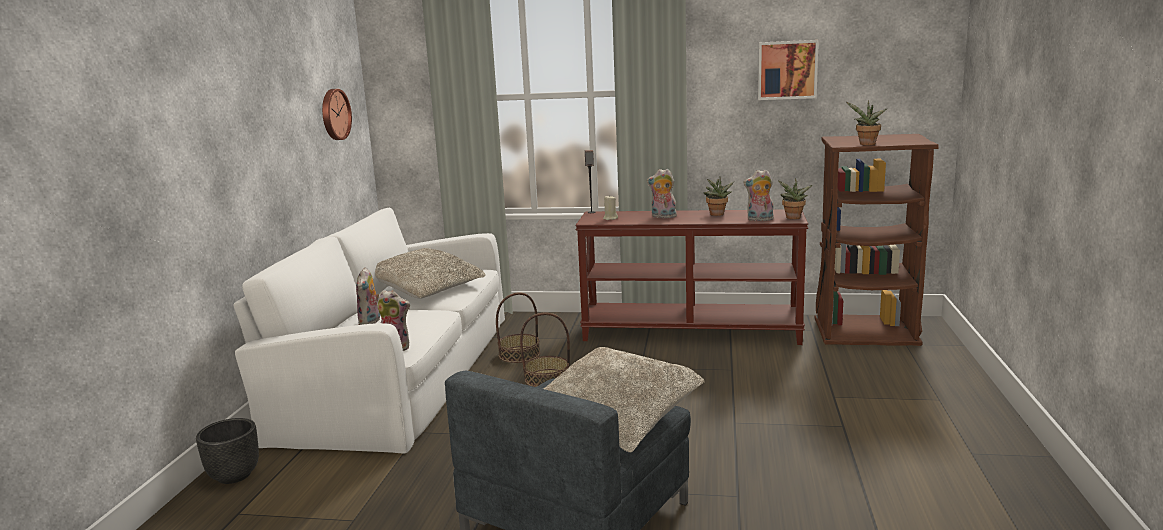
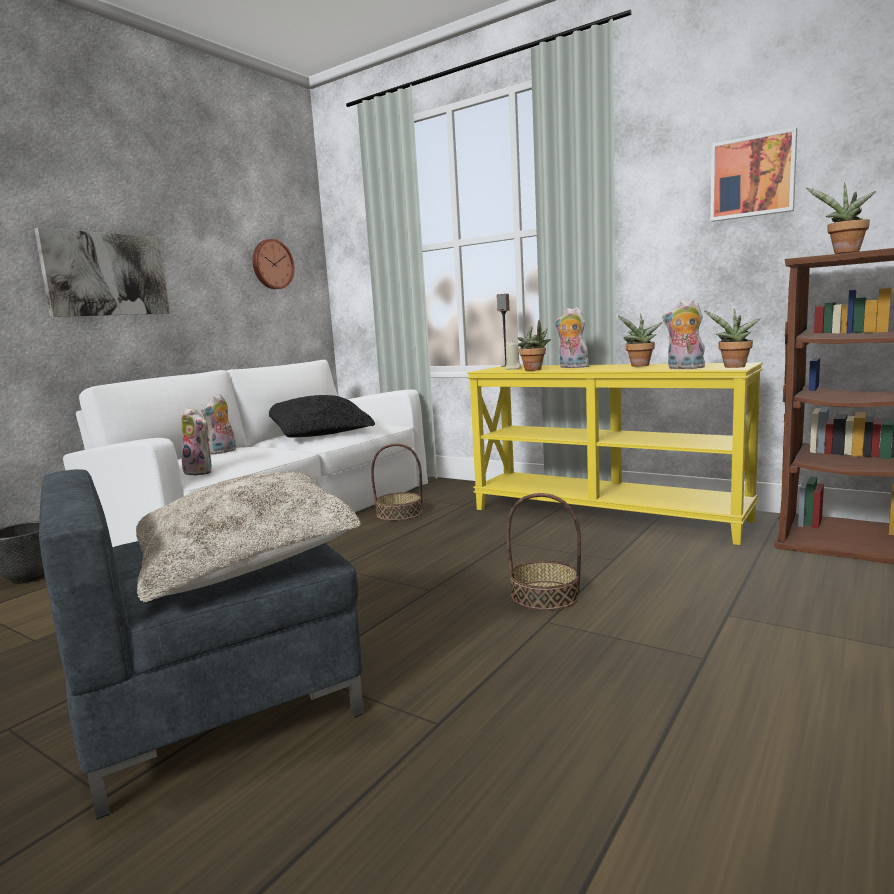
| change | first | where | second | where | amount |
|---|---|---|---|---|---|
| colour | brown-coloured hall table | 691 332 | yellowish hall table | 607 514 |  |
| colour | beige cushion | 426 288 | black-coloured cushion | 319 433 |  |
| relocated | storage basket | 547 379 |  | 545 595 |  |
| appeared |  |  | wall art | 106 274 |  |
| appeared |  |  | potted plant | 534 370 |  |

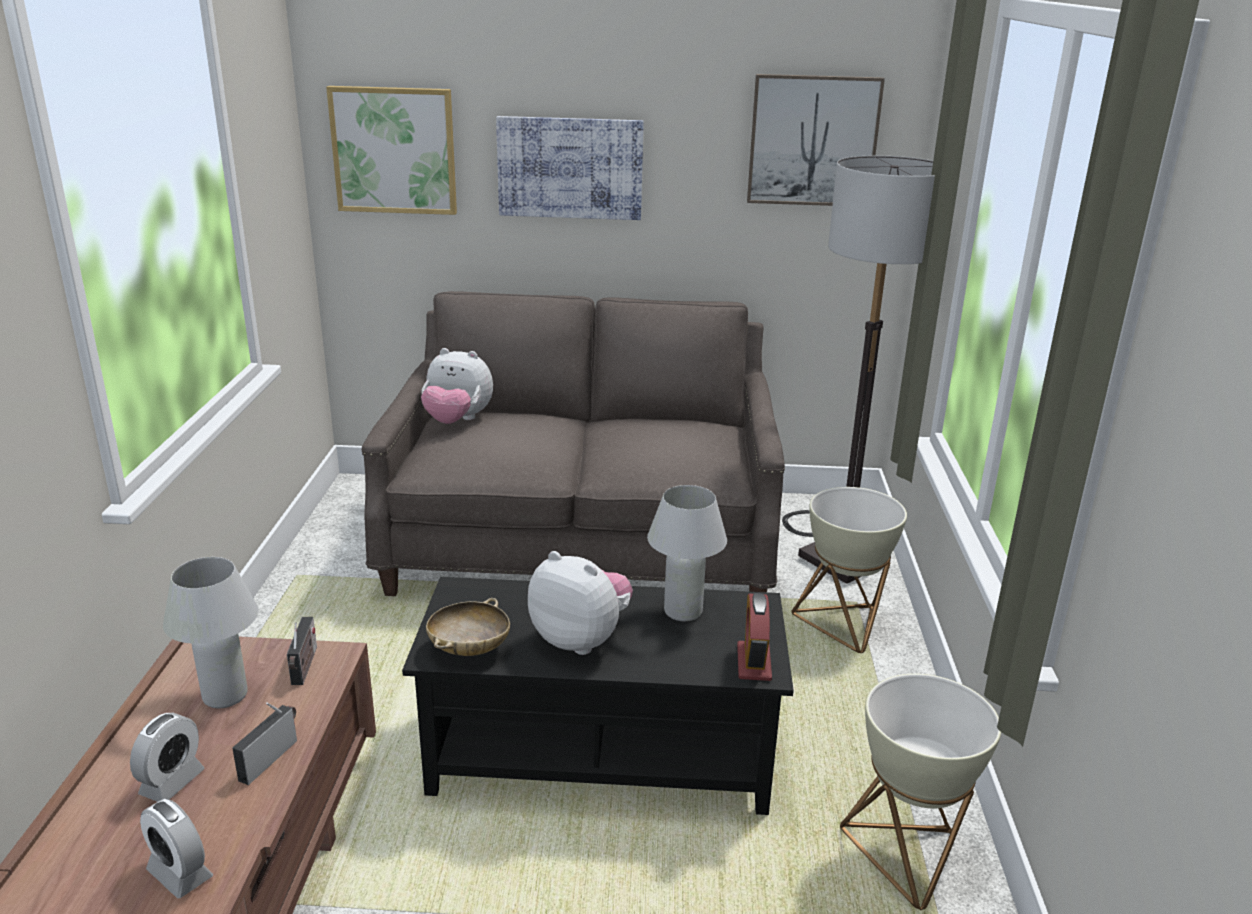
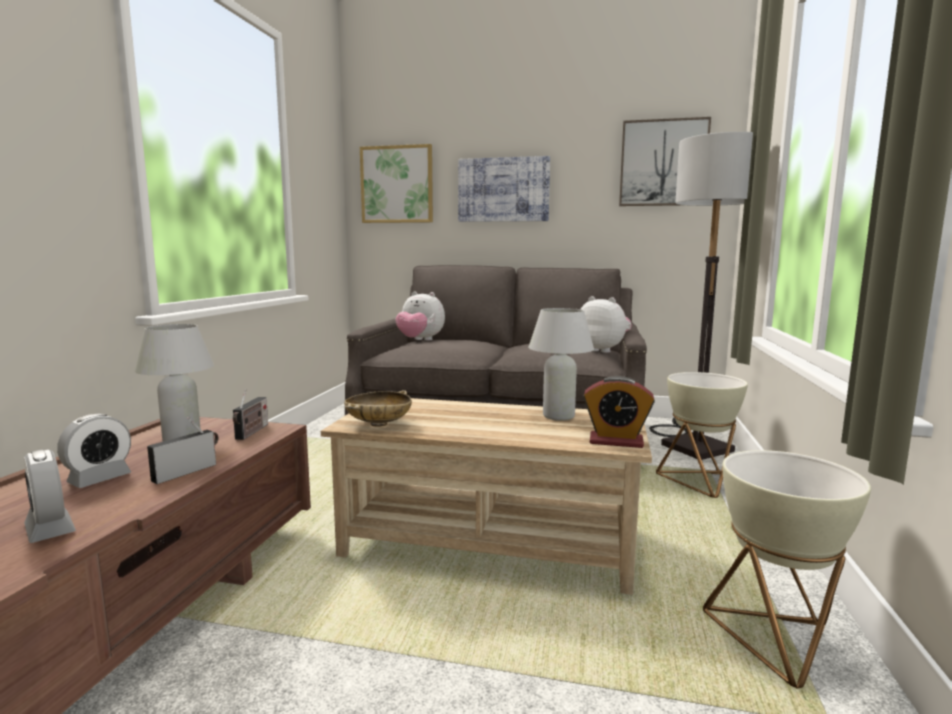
| change | first | where | second | where | amount |
|---|---|---|---|---|---|
| relocated | soft toy | 581 639 |  | 603 350 |  |
| colour | black-coloured low table | 602 752 | beige low table | 490 542 |  |
| spun | bedside clock | 754 662 |  | 616 441 | 90 degrees counterclockwise |

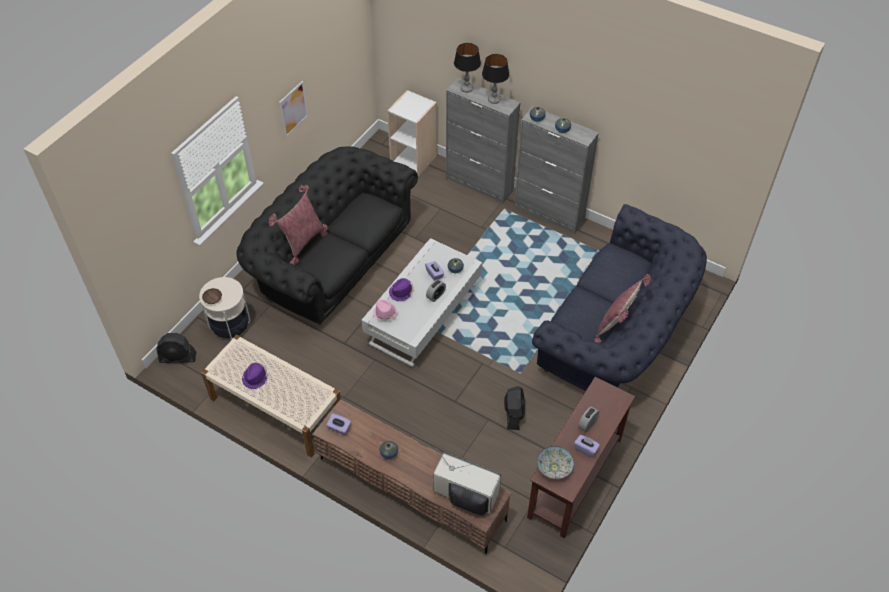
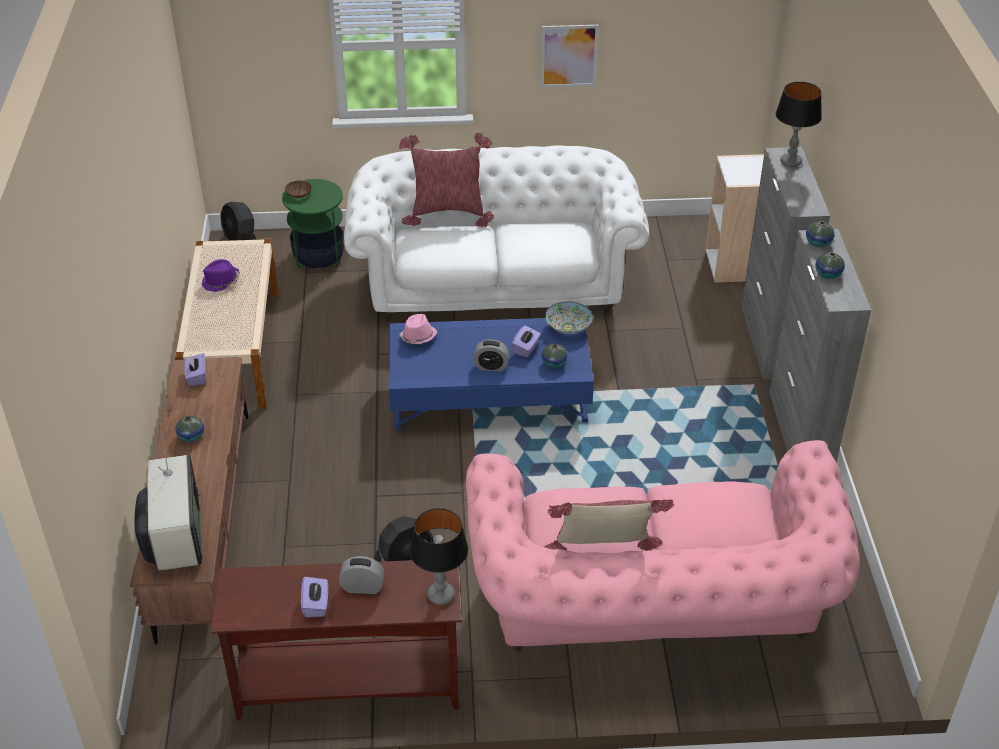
| change | first | where | second | where | amount |
|---|---|---|---|---|---|
| relocated | lamp for a table | 494 100 |  | 441 595 |  |
| colour | black-coloured sofa | 331 260 | white sofa | 494 280 |  |
| colour | blue-coloured sofa | 616 335 | pinkish sofa | 652 614 |  |
| colour | white low table | 424 314 | blue-coloured low table | 490 399 |  |
| colour | beige side table | 230 326 | green-coloured side table | 319 257 |  |
| missing | purple clothing hat | 401 292 |  |  |  |
| relocated | bowl | 554 467 |  | 568 327 |  |

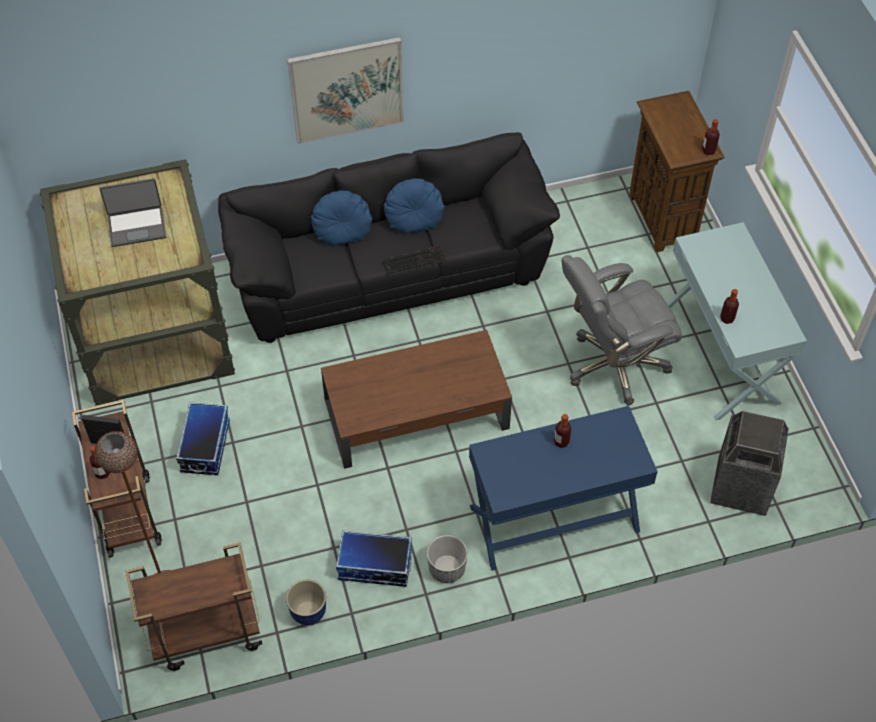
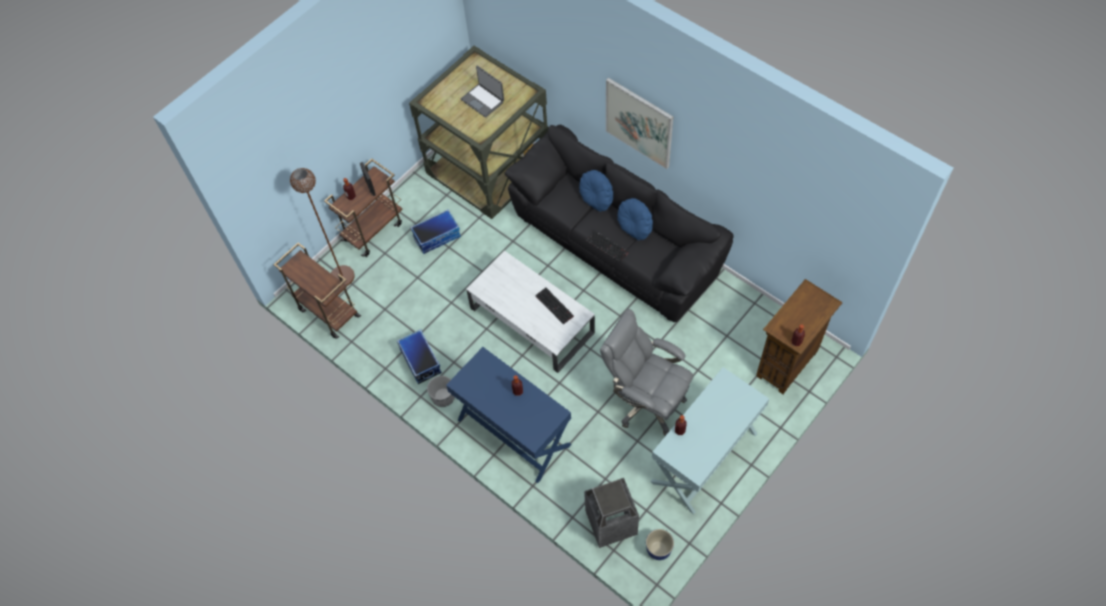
| change | first | where | second | where | amount |
|---|---|---|---|---|---|
| colour | brown-coloured low table | 417 414 | white low table | 532 321 |  |
| relocated | flower pot | 308 613 |  | 658 550 |  |
| appeared |  |  | computer keyboard | 555 306 |  |

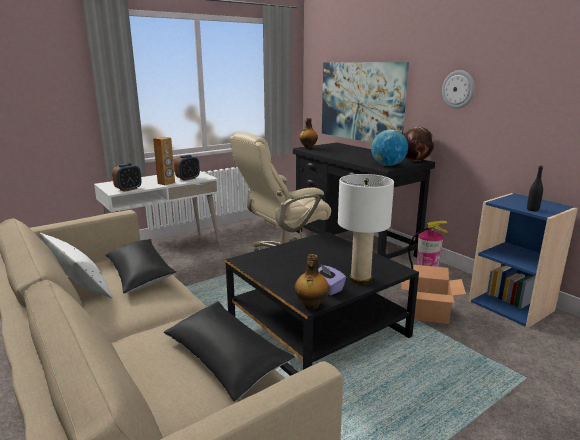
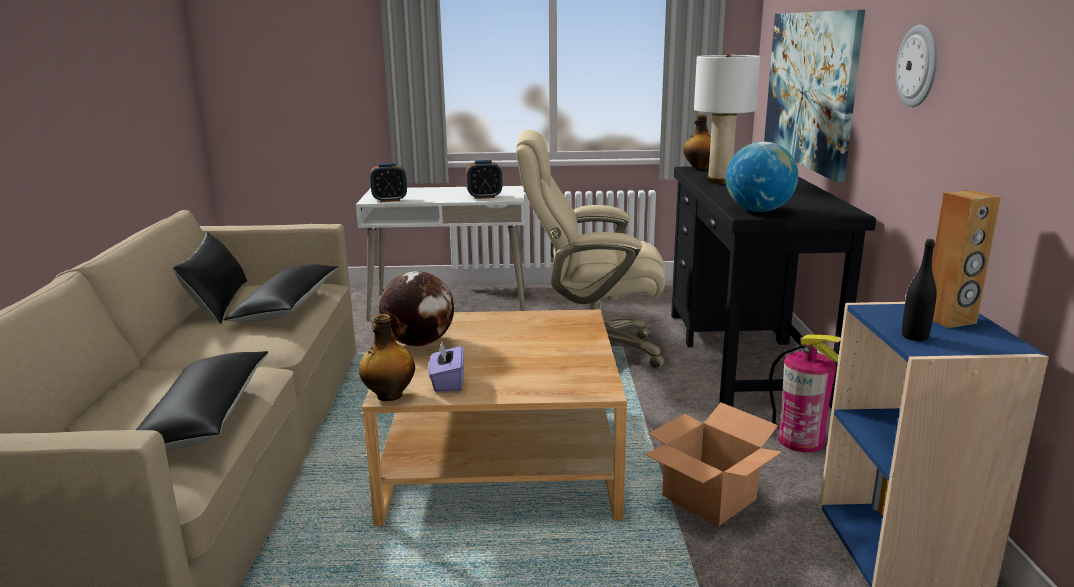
| change | first | where | second | where | amount |
|---|---|---|---|---|---|
| relocated | world globe | 415 161 |  | 419 343 |  |
| relocated | brown-coloured speaker | 166 183 |  | 950 320 |  |
| relocated | white lamp for a table | 361 279 |  | 720 181 |  |
| colour | black-coloured low table | 317 328 | beige low table | 501 457 |  |
| colour | white cushion | 78 284 | black-coloured cushion | 217 302 |  |

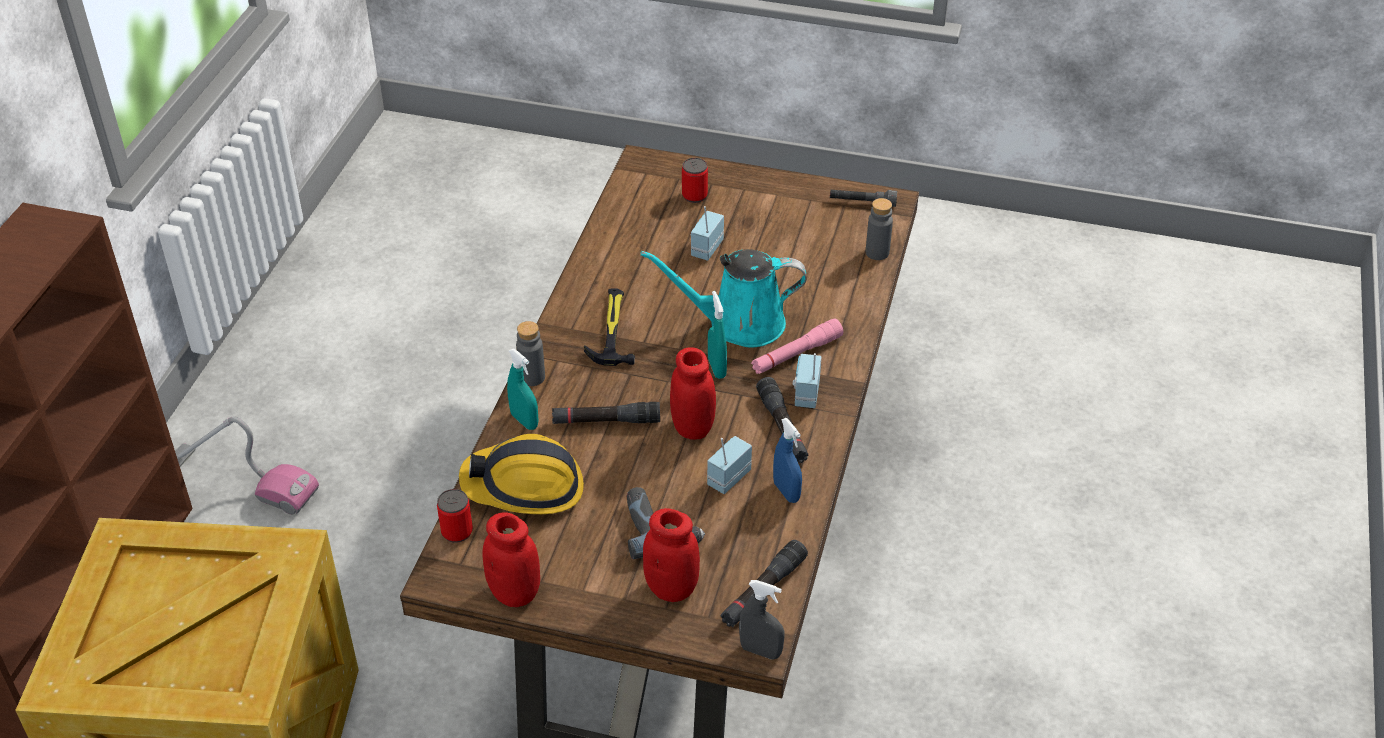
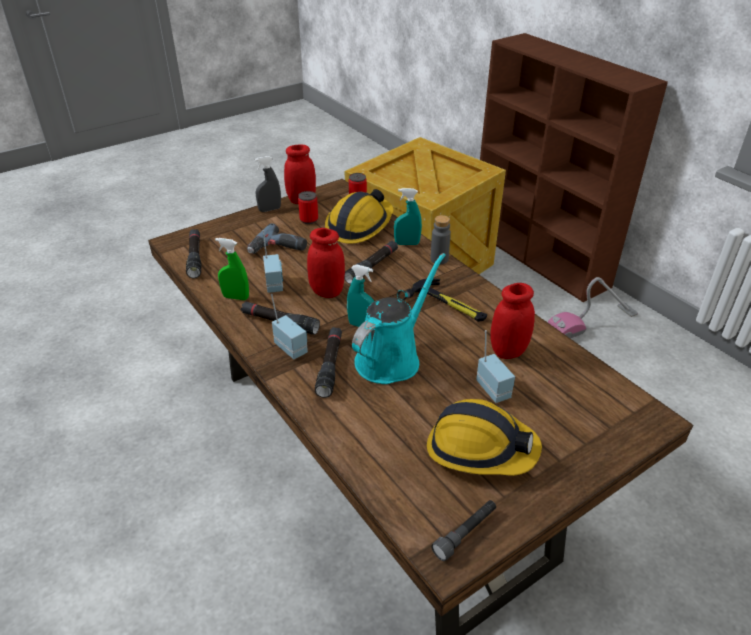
| change | first | where | second | where | amount |
|---|---|---|---|---|---|
| relocated | can | 694 196 |  | 309 220 |  |
| missing | grey bottle | 877 252 |  |  |  |
| colour | pinkish flashlight | 796 354 | black-coloured flashlight | 330 366 |  |
| colour | blue-coloured spray bottle | 786 492 | green-coloured spray bottle | 236 297 |  |
| relocated | red preserve jar | 671 588 |  | 508 351 |  |
| relocated | grey spray bottle | 760 651 |  | 269 209 |  |
| appeared |  |  | safety helmet | 480 449 |  |

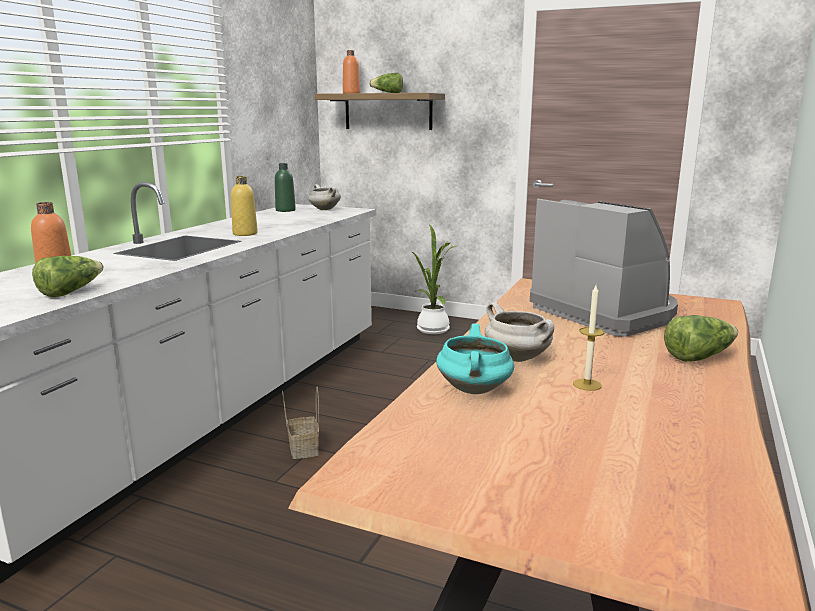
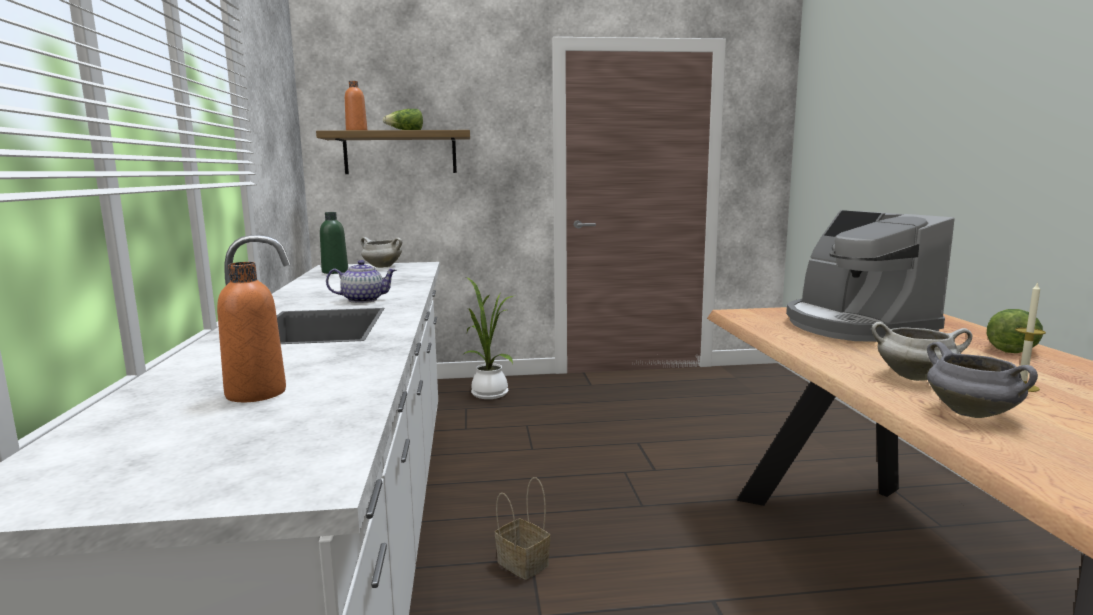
| change | first | where | second | where | amount |
|---|---|---|---|---|---|
| exchanged | yellowish bottle | 245 234 | pot for tea | 364 300 |  |
| spun | coffee brewer | 605 312 |  | 855 326 | 135 degrees counterclockwise |
| missing | lettuce head | 71 292 |  |  |  |
| colour | turquoise saucepot | 475 390 | grey saucepot | 973 414 |  |

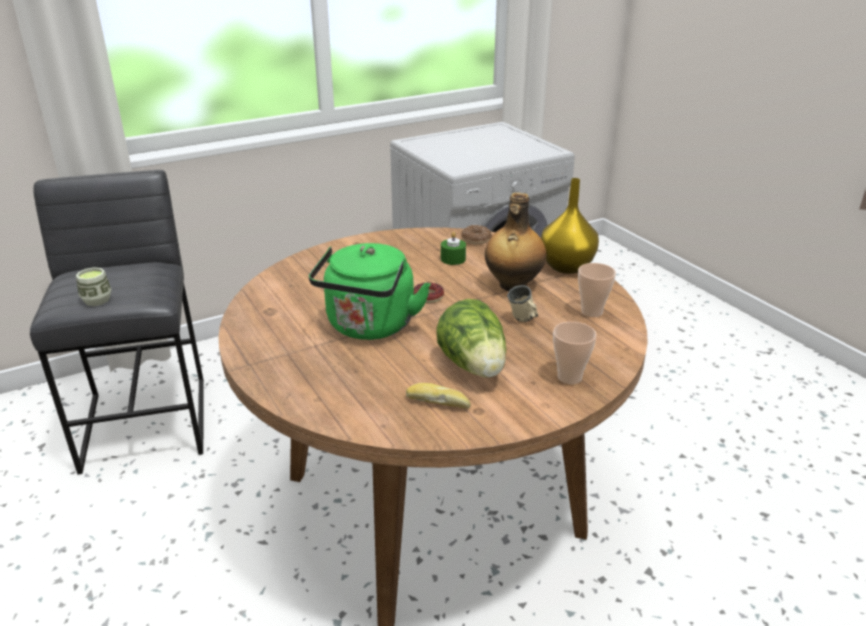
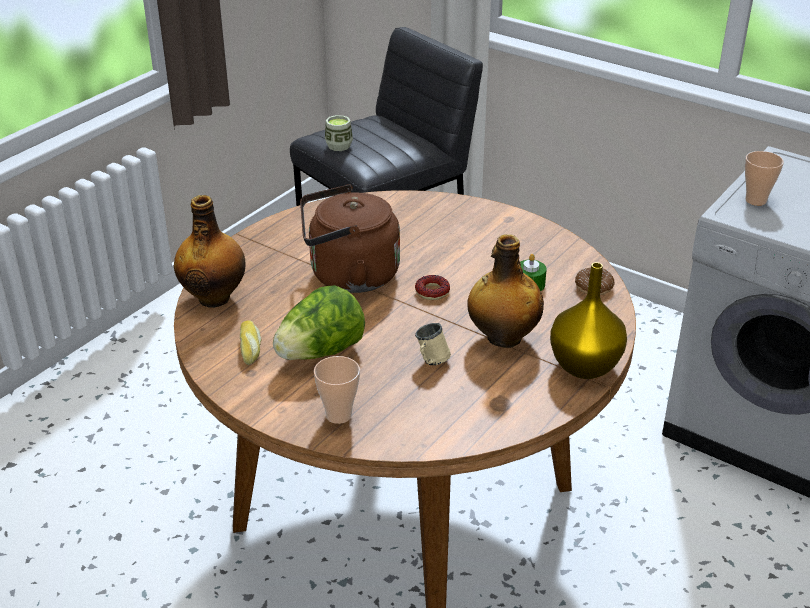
| change | first | where | second | where | amount |
|---|---|---|---|---|---|
| colour | green-coloured kettle | 369 327 | brown-coloured kettle | 348 276 |  |
| relocated | drinking cup | 591 312 |  | 756 200 |  |
| appeared |  |  | bottle | 214 297 |  |

